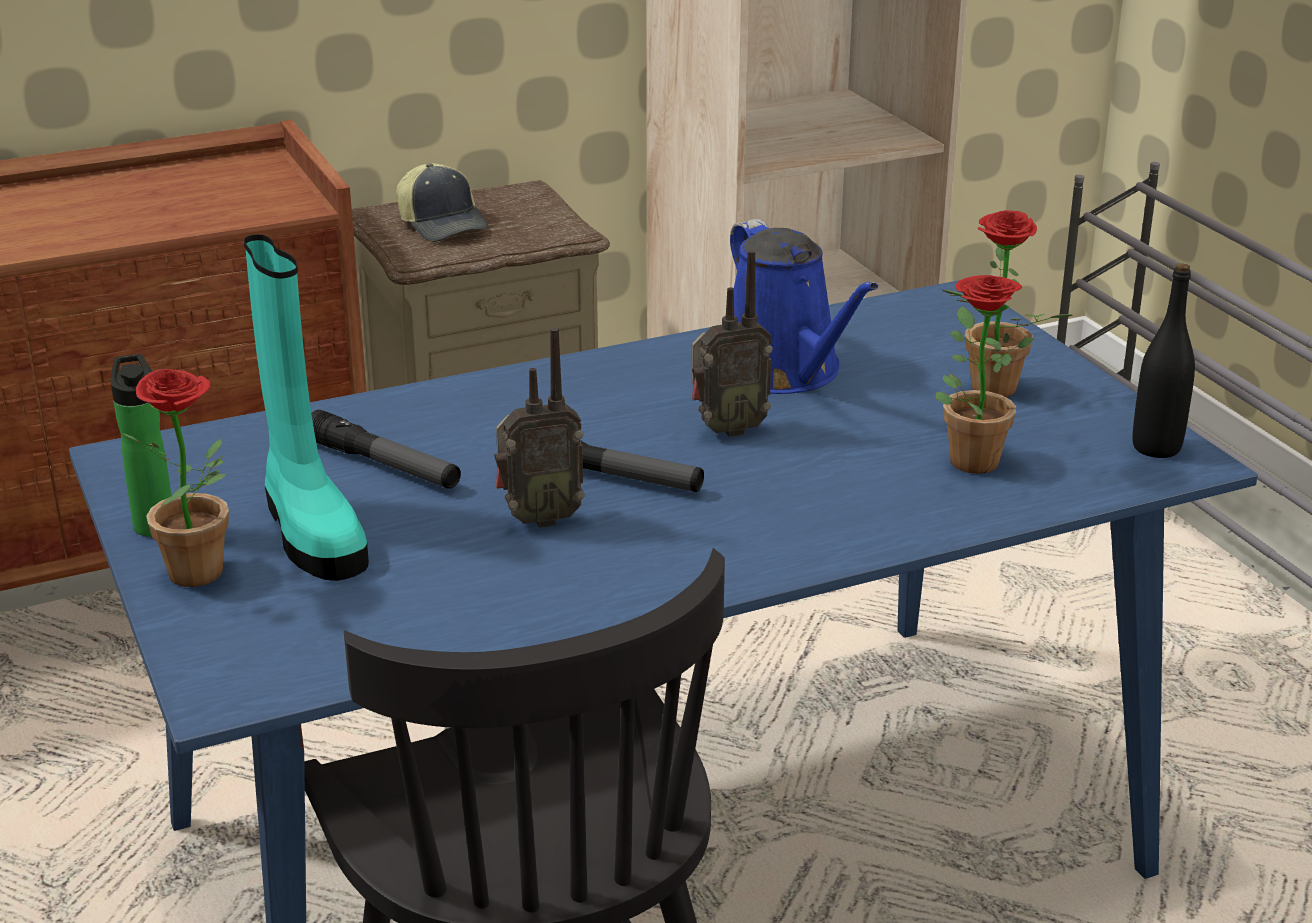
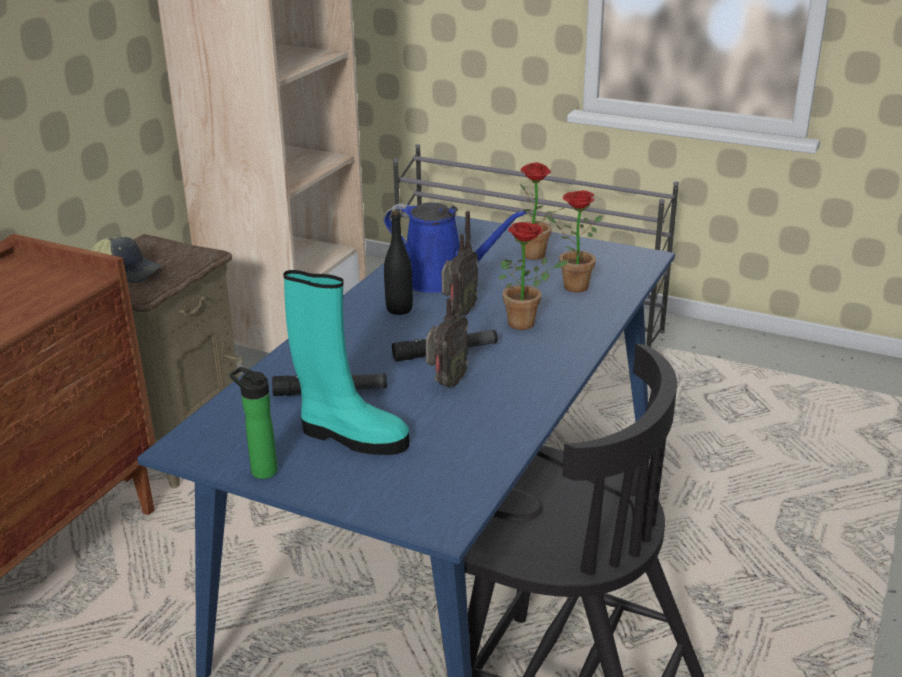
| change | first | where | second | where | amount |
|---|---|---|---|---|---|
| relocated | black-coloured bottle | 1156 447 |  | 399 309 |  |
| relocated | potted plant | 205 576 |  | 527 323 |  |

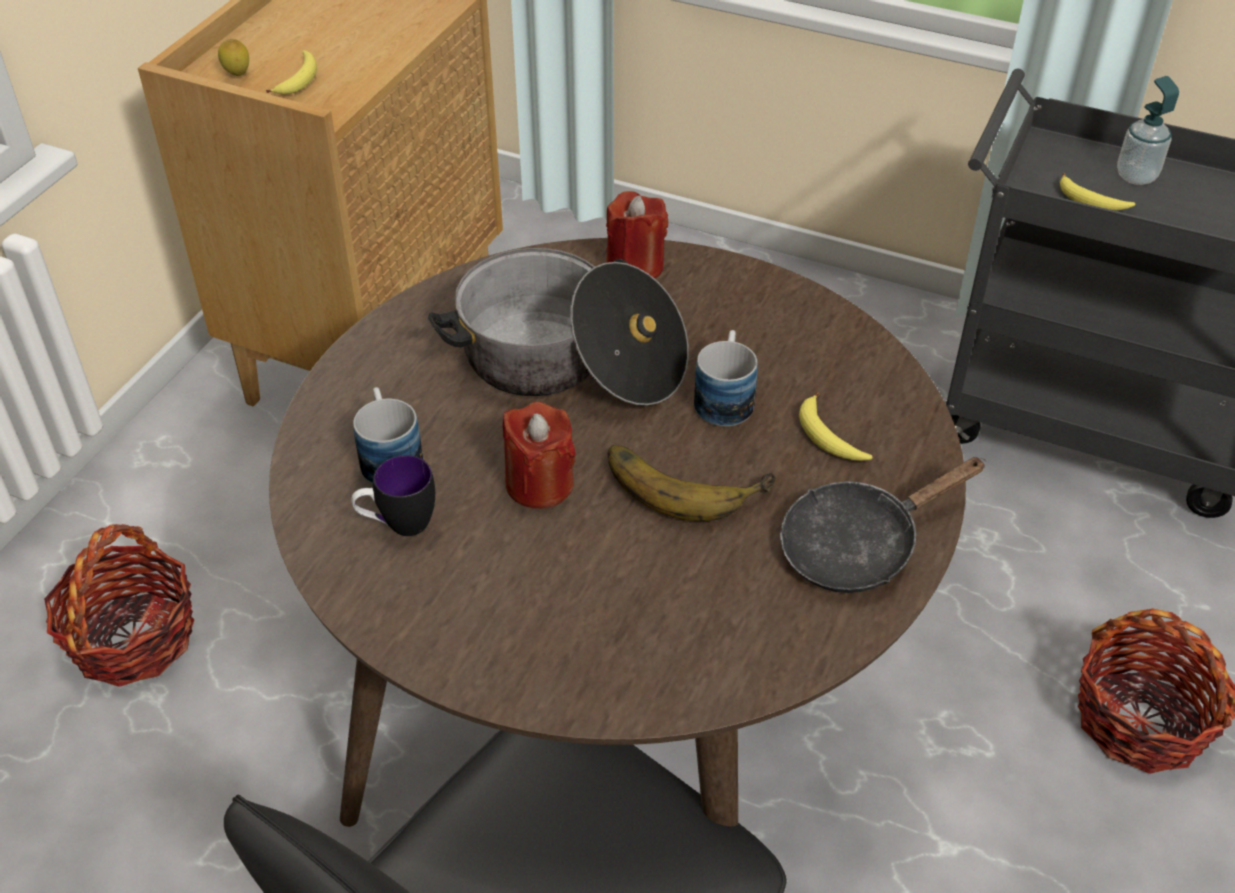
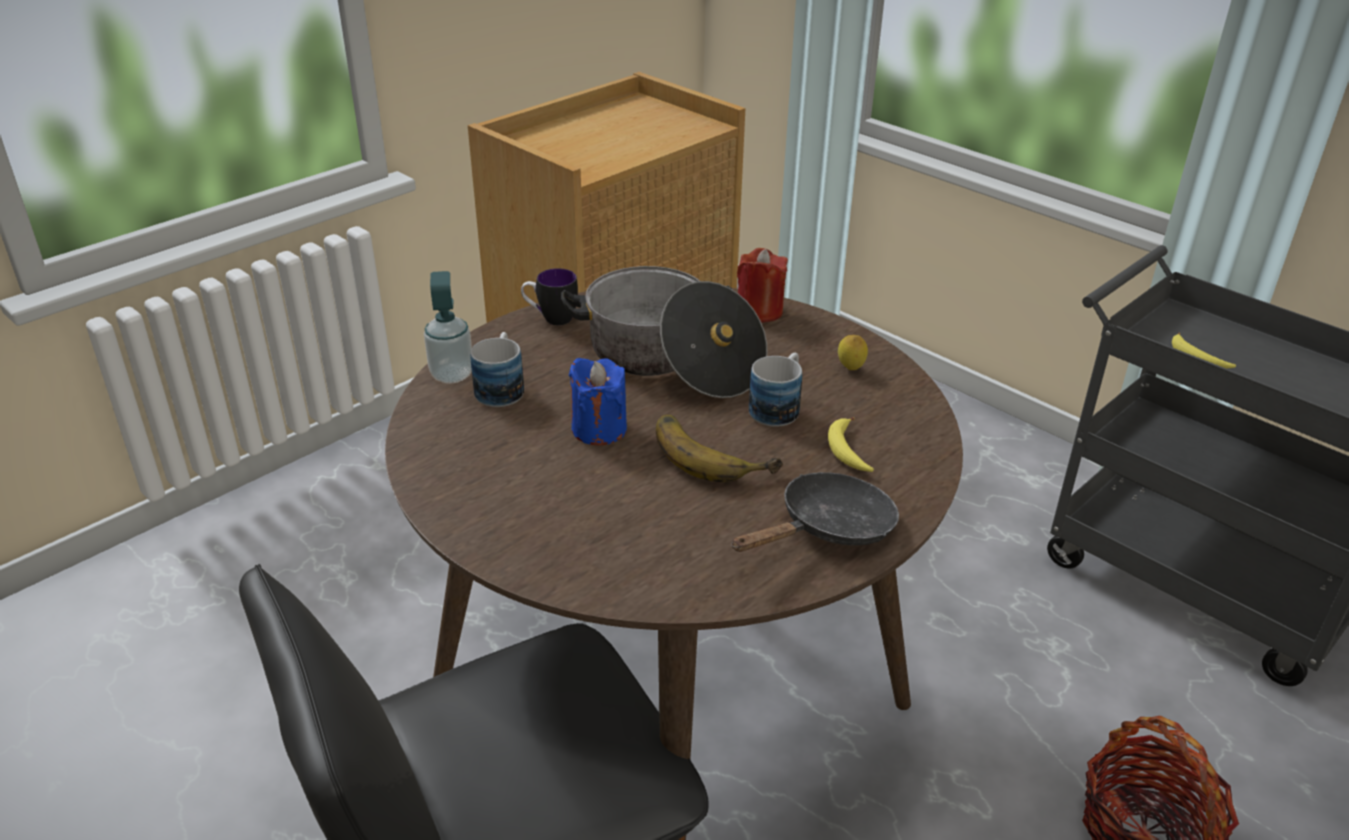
| change | first | where | second | where | amount |
|---|---|---|---|---|---|
| relocated | citrus fruit | 237 75 |  | 850 369 |  |
| missing | banana fruit | 299 80 |  |  |  |
| relocated | soap dispenser | 1136 176 |  | 452 375 |  |
| colour | red wax candle | 539 484 | blue-coloured wax candle | 599 429 |  |
| relocated | tea mug | 398 525 |  | 551 319 |  |
| spun | black-coloured skillet | 858 545 |  | 828 529 | 150 degrees clockwise |
| missing | storage basket | 133 638 |  |  |  |

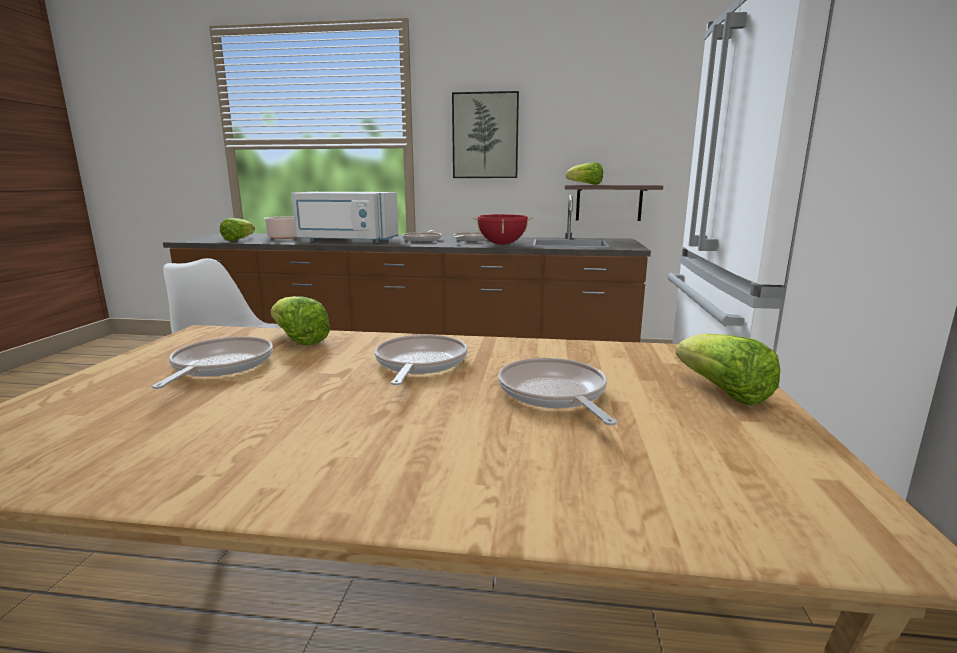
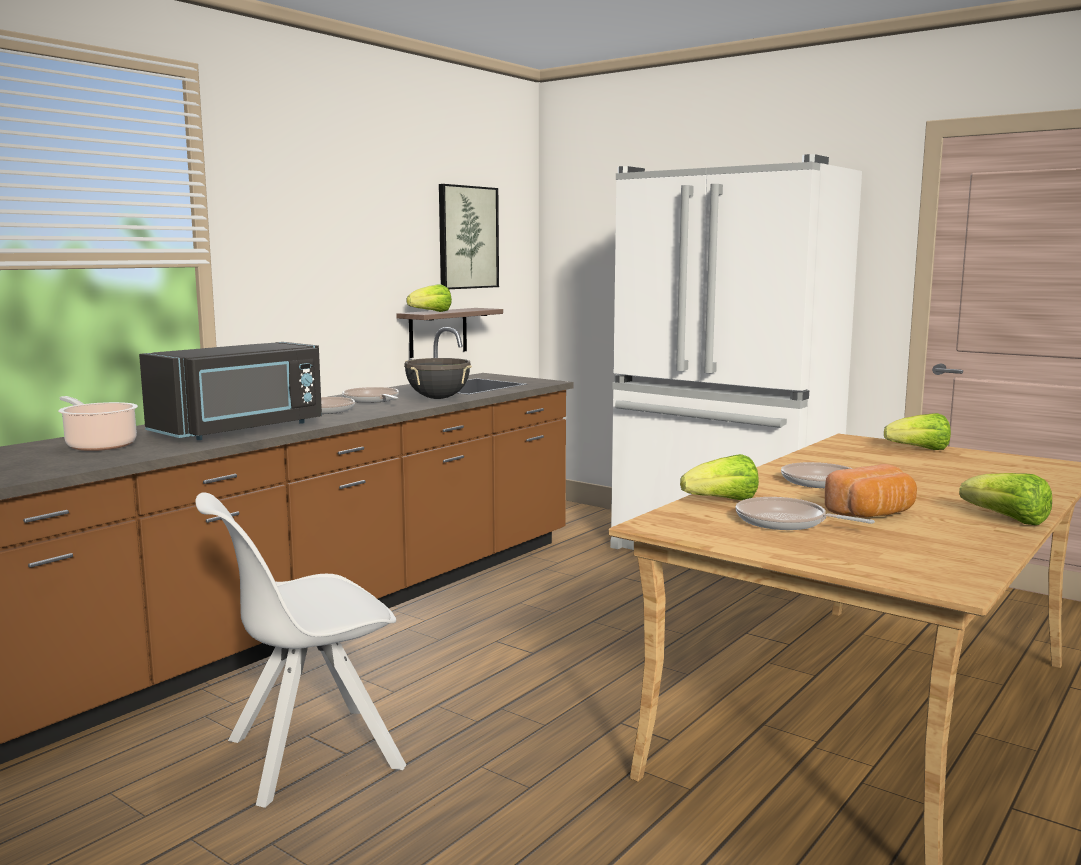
| change | first | where | second | where | amount |
|---|---|---|---|---|---|
| relocated | wall art | 485 136 |  | 467 237 |  |
| colour | white microwave | 345 241 | black-coloured microwave | 242 429 |  |
| colour | red saucepot | 502 244 | black-coloured saucepot | 438 398 |  |
| relocated | lettuce head | 238 240 |  | 1007 520 |  |
| missing | skillet | 554 394 |  |  |  |
| appeared |  |  | bakery bread | 873 514 |  |

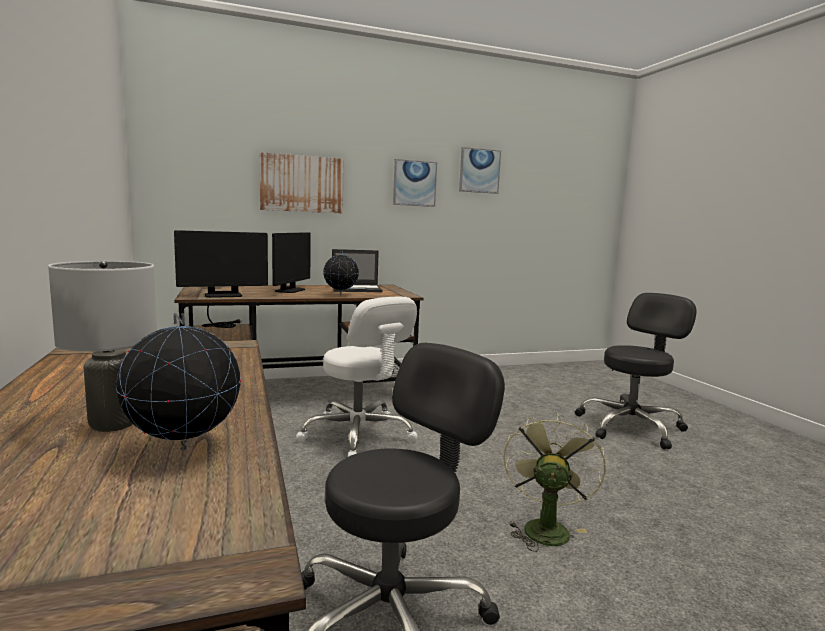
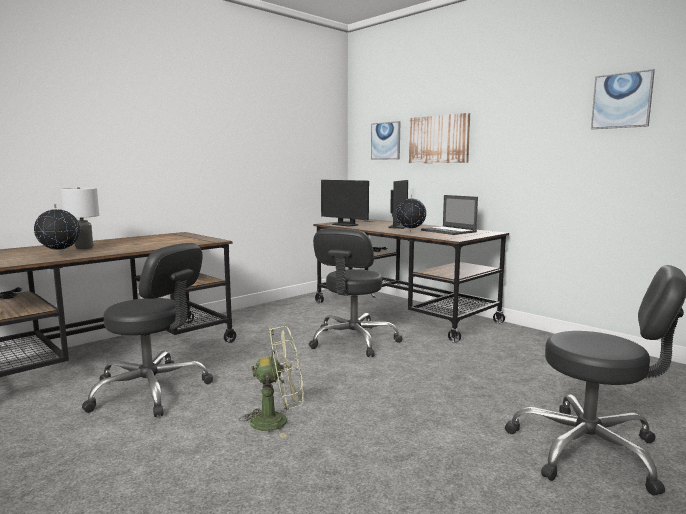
| change | first | where | second | where | amount |
|---|---|---|---|---|---|
| relocated | wall art | 414 183 |  | 386 141 |  |
| spun | computer screen | 290 290 |  | 398 227 | 60 degrees counterclockwise |
| colour | white office chair | 360 438 | black-coloured office chair | 352 342 |  |

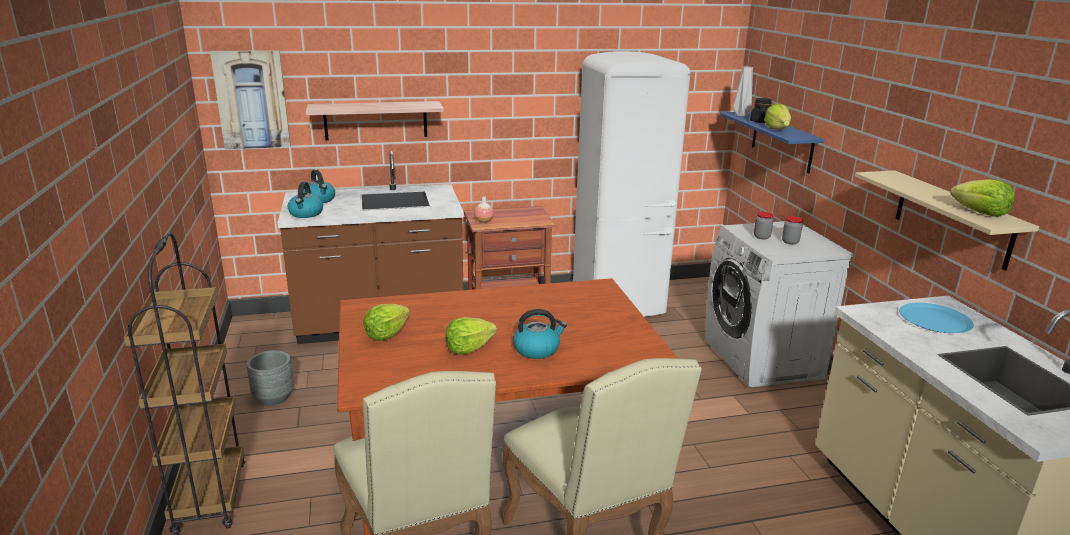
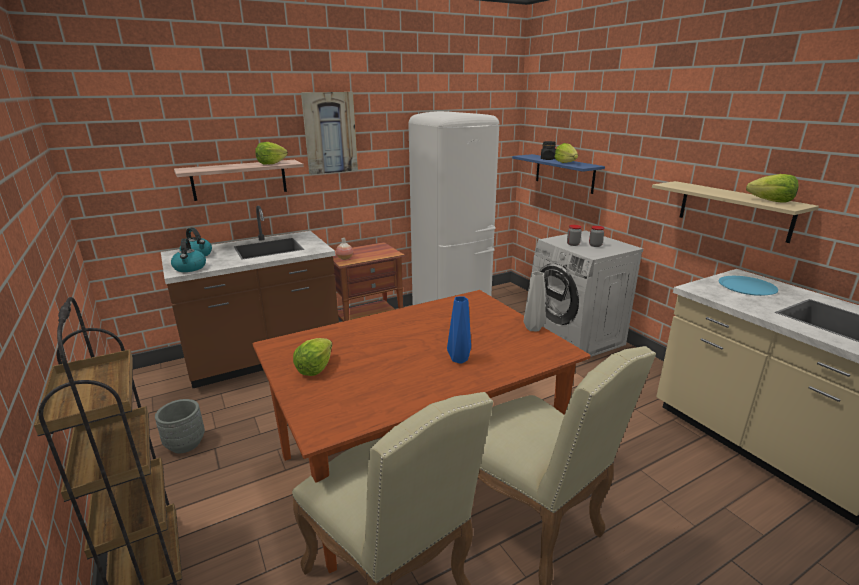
| change | first | where | second | where | amount |
|---|---|---|---|---|---|
| relocated | wall art | 252 99 |  | 330 133 |  |
| relocated | grey vase | 740 115 |  | 532 328 |  |
| exchanged | kettle | 537 349 | blue-coloured vase | 460 359 |  |
| relocated | lettuce head | 468 349 |  | 271 163 |  |

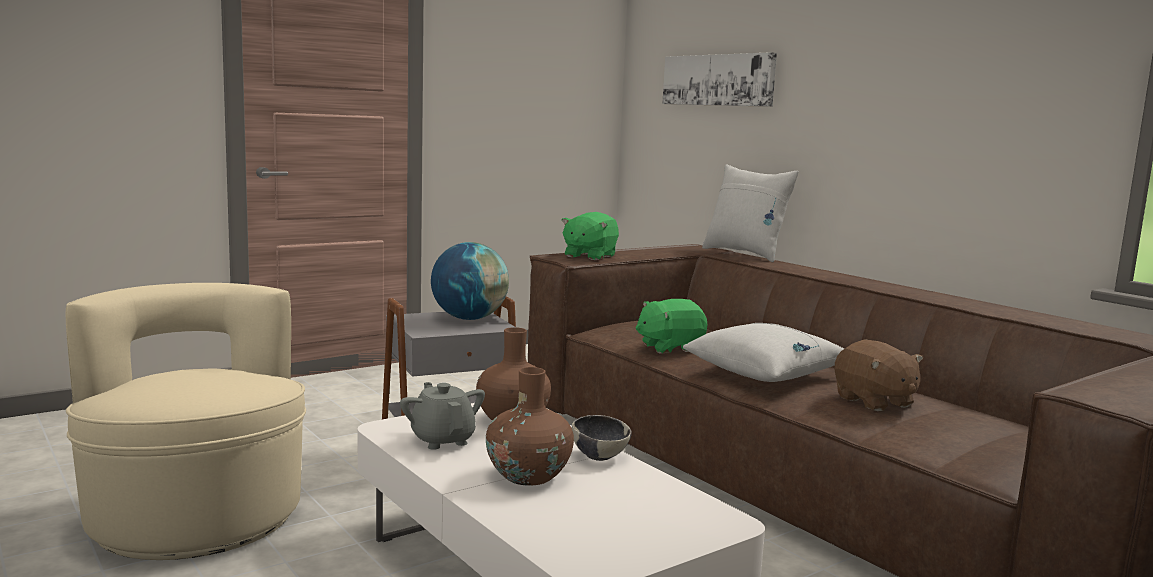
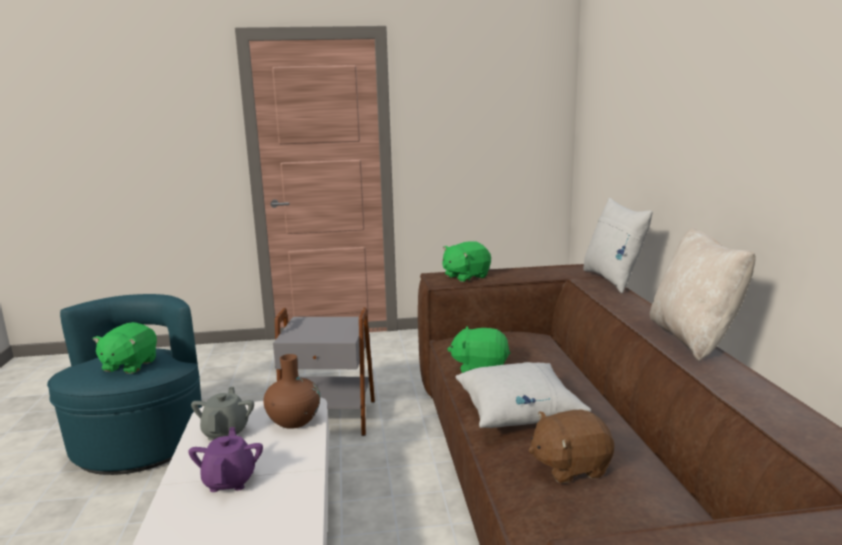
| change | first | where | second | where | amount |
|---|---|---|---|---|---|
| missing | wall art | 718 80 |  |  |  |
| missing | world globe | 469 318 |  |  |  |
| colour | beige armchair | 197 518 | turquoise armchair | 138 443 |  |
| spun | brown-coloured soft toy | 874 401 |  | 569 466 | 75 degrees clockwise |
| exchanged | brown-coloured vase | 528 476 | purple pot for tea | 230 480 |  |
| missing | bowl | 600 456 |  |  |  |
| appeared |  |  | beige cushion | 693 338 |  |
| appeared |  |  | green-coloured soft toy | 129 365 |  |

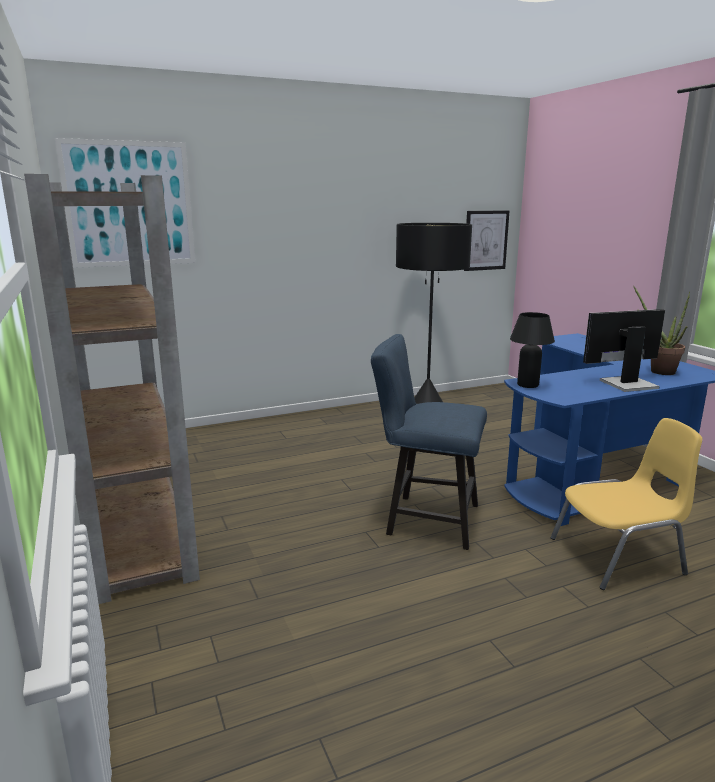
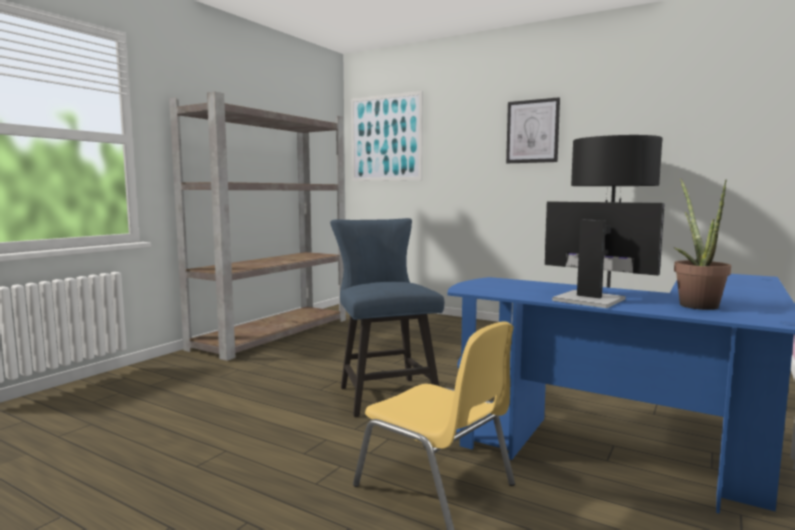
| change | first | where | second | where | amount |
|---|---|---|---|---|---|
| relocated | wall art | 485 240 |  | 532 131 |  |
| missing | black-coloured lamp for a table | 527 385 |  |  |  |

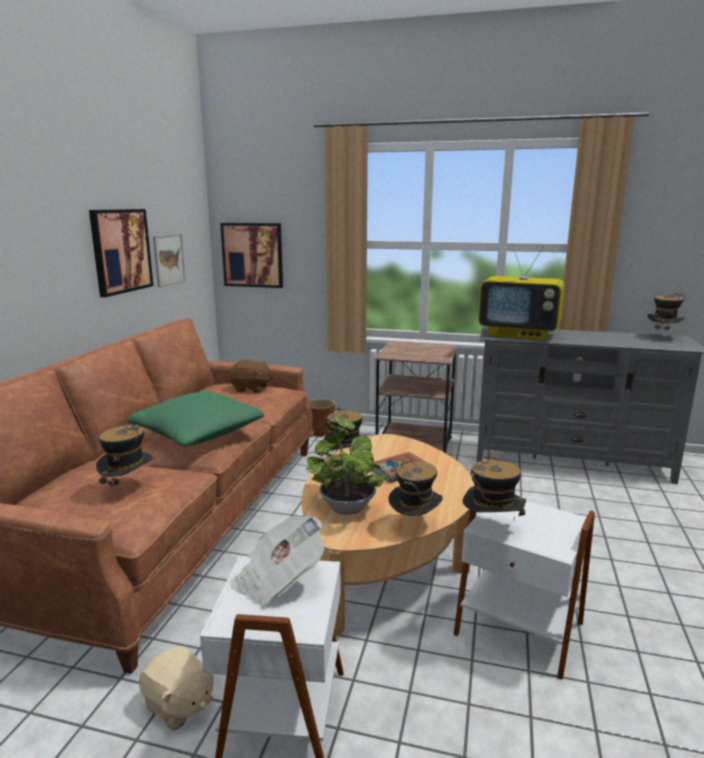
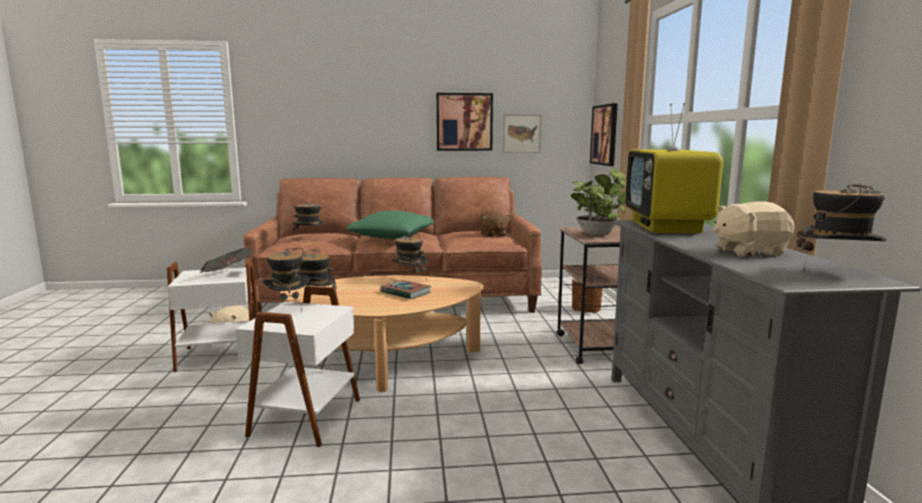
| change | first | where | second | where | amount |
|---|---|---|---|---|---|
| relocated | potted plant | 346 506 |  | 598 234 |  |
| appeared |  |  | beige soft toy | 748 252 |  |

